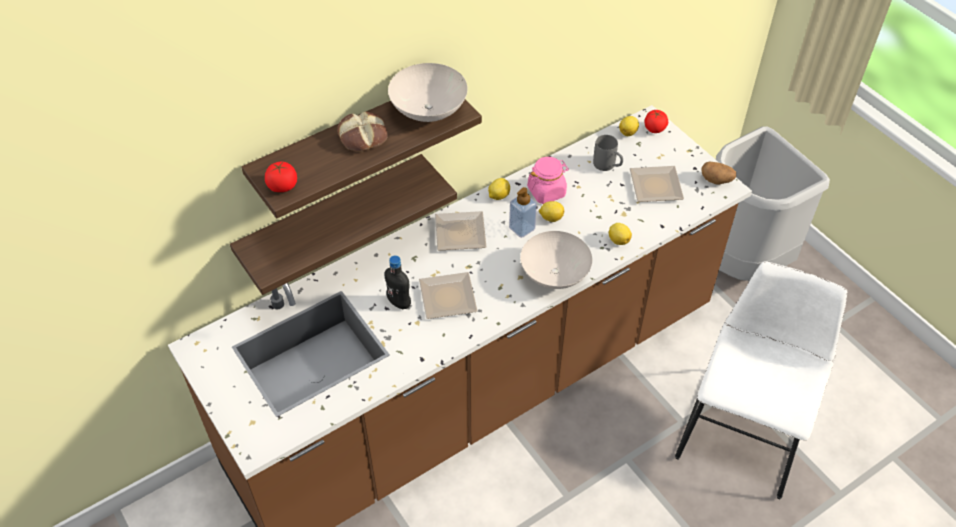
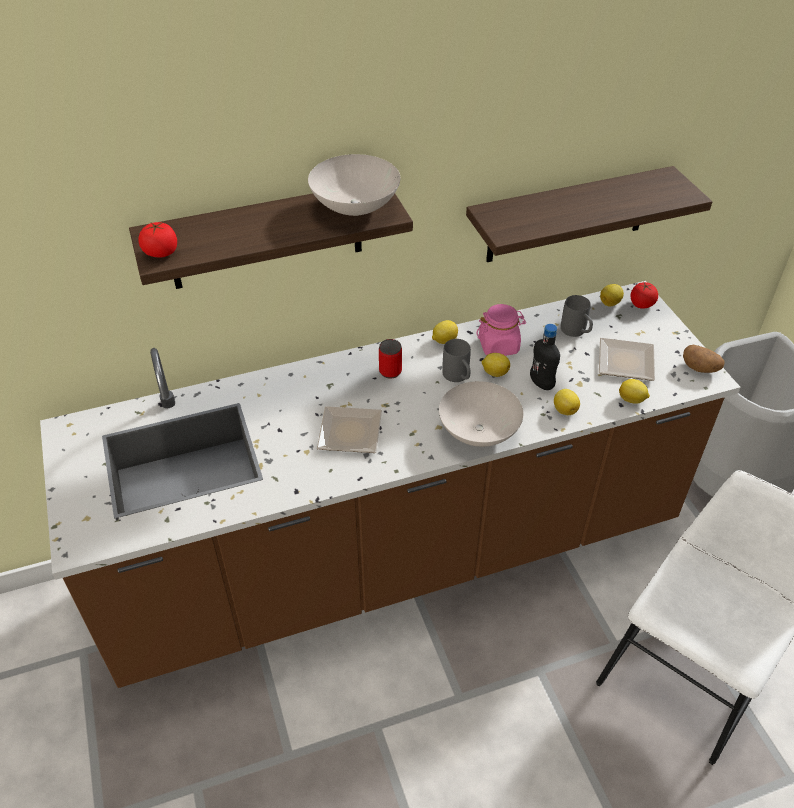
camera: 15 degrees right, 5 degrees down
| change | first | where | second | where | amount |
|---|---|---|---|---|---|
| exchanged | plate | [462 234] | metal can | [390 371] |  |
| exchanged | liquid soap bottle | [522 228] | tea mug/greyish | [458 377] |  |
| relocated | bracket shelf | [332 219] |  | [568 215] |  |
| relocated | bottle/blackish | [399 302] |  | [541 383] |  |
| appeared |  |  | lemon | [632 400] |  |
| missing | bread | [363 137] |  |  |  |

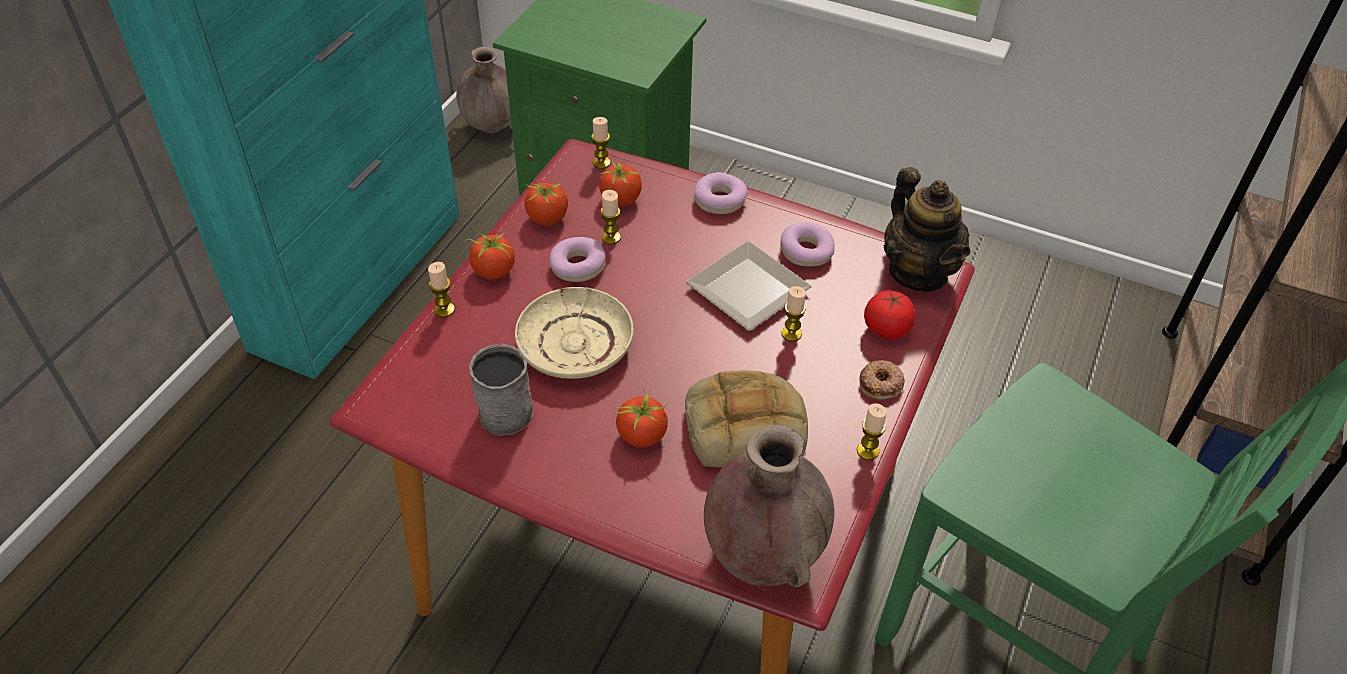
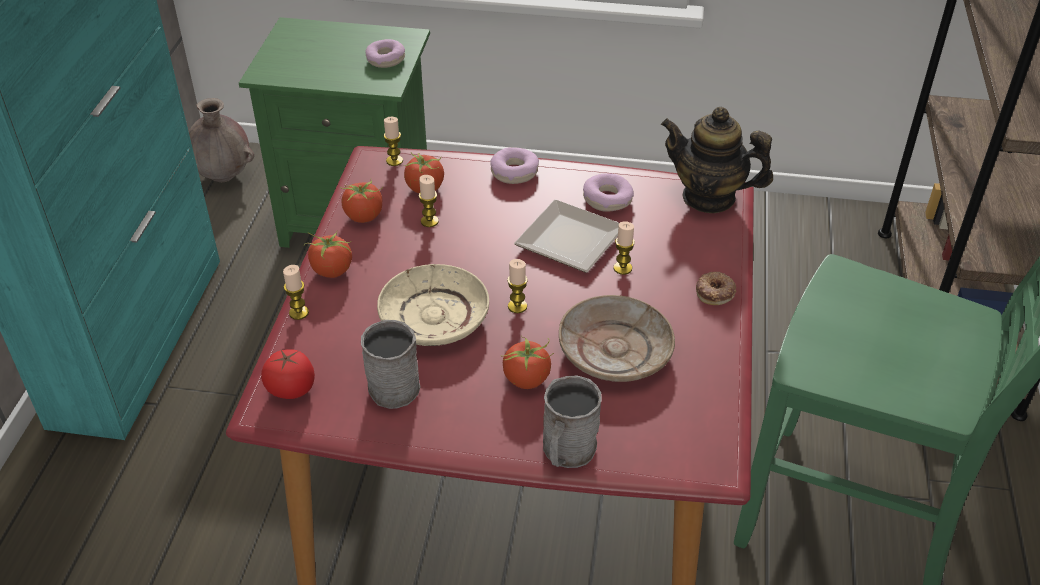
camera: 15 degrees left, 5 degrees down
| change | first | where | second | where | amount |
|---|---|---|---|---|---|
| relocated | tomato | [886 329] |  | [291 389] |  |
| relocated | donut | [577 266] |  | [385 59] |  |
| relocated | candle | [867 451] |  | [517 306] |  |
| appeared |  |  | tea mug/greyish | [566 452] |  |
| exchanged | bread | [746 425] | plate/beige-coloured | [615 350] |  |
| spun | teapot | [918 272] |  | [709 197] | 150 degrees clockwise |
| missing | vase/brown | [761 555] |  |  |  |

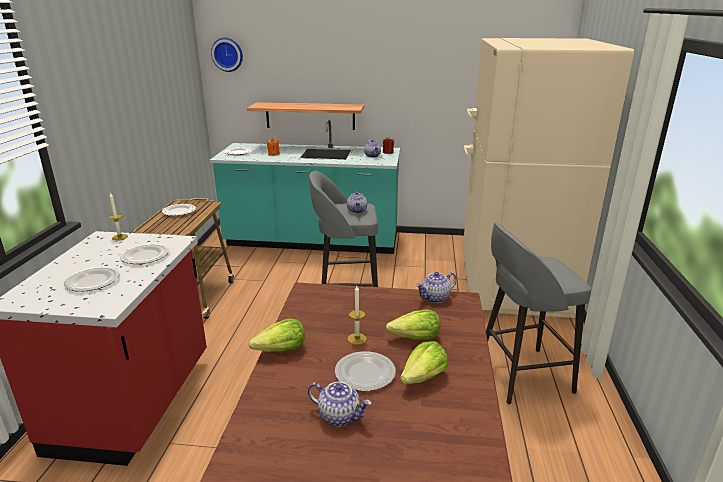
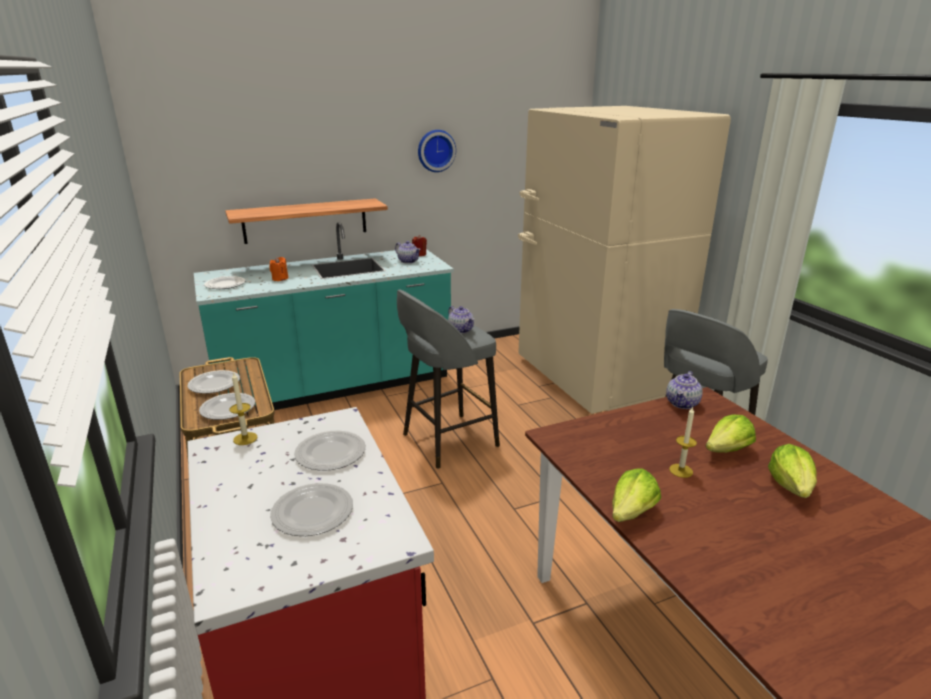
camera: 30 degrees left, 0 degrees up
| change | first | where | second | where | amount |
|---|---|---|---|---|---|
| relocated | plate | [366 373] |  | [228 408] |  |
| relocated | clock on the wall | [228 54] |  | [435 150] |  |
| missing | teapot | [340 416] |  |  |  |

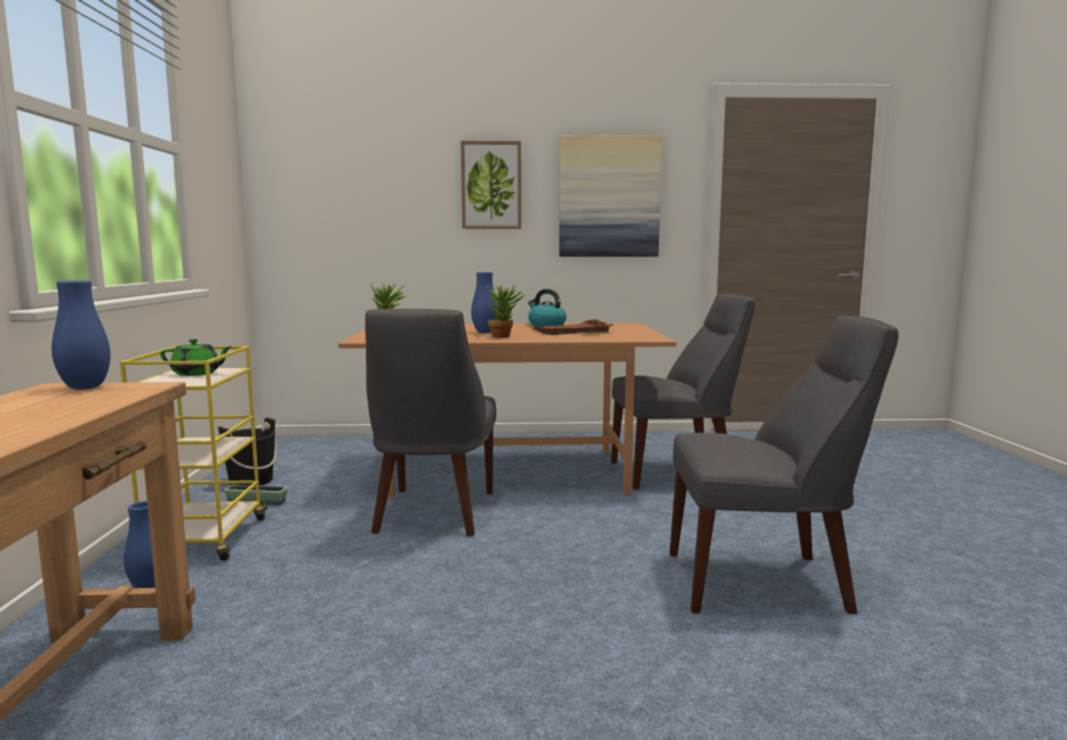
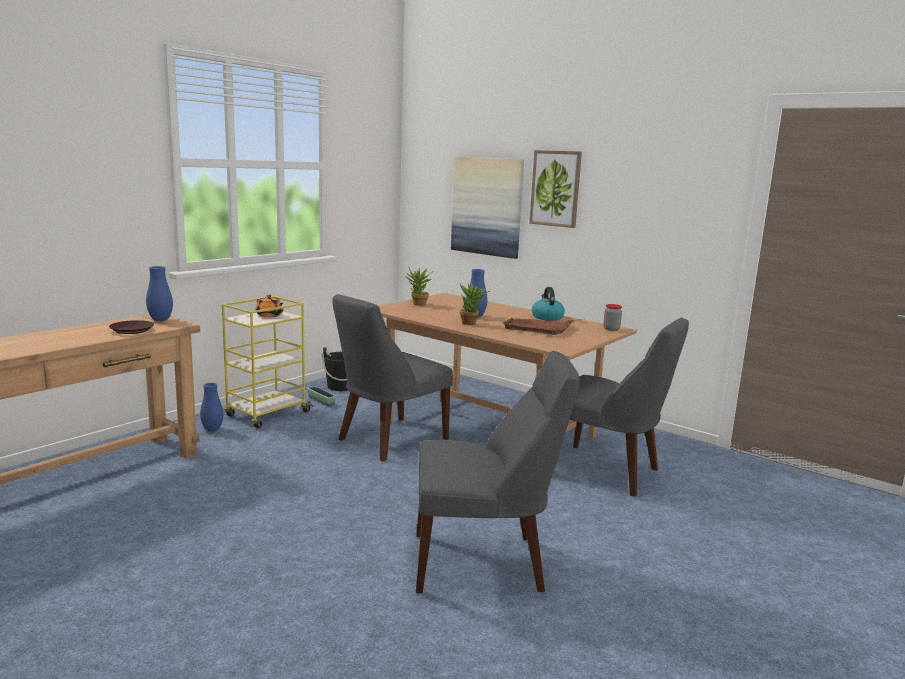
camera: 40 degrees right, 5 degrees up
| change | first | where | second | where | amount |
|---|---|---|---|---|---|
| appeared |  |  | plate/brown | [131 330] |  |
| colour | teapot/green-coloured | [197 373] | teapot/orangey | [269 315] |  |
| spun | upright chair/greyish | [765 582] |  | [484 562] | 45 degrees counterclockwise |
| relocated | wall picture | [609 197] |  | [487 206] |  |
| appeared |  |  | storage jar | [611 329] |  |

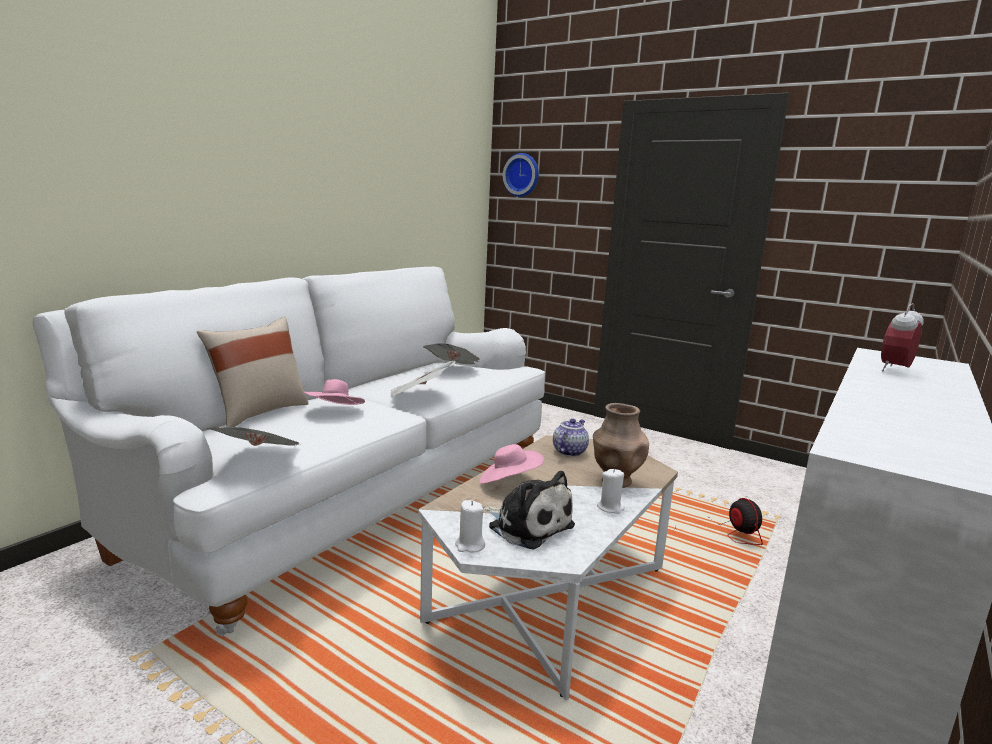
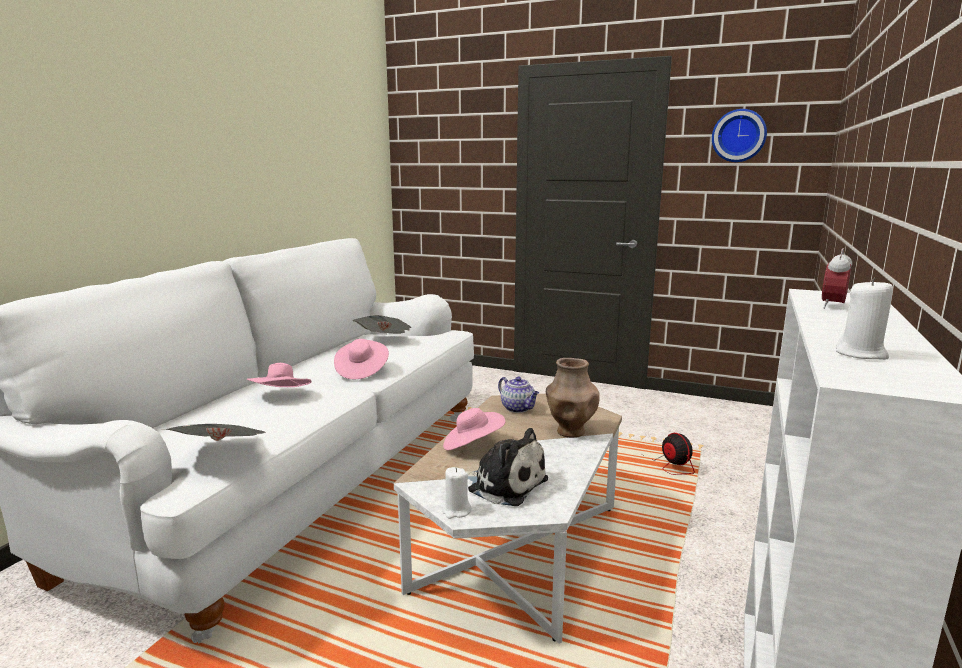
camera: 10 degrees left, 0 degrees up
| change | first | where | second | where | amount |
|---|---|---|---|---|---|
| exchanged | newspaper | [419 396] | wearable hat/pinkish | [361 371] |  |
| spun | teapot | [569 451] |  | [518 408] | 120 degrees clockwise |
| relocated | clock on the wall | [522 175] |  | [738 135] |  |
| relocated | candle/whitish | [610 508] |  | [861 354] |  |
| missing | cushion/beige-coloured | [259 412] |  |  |  |

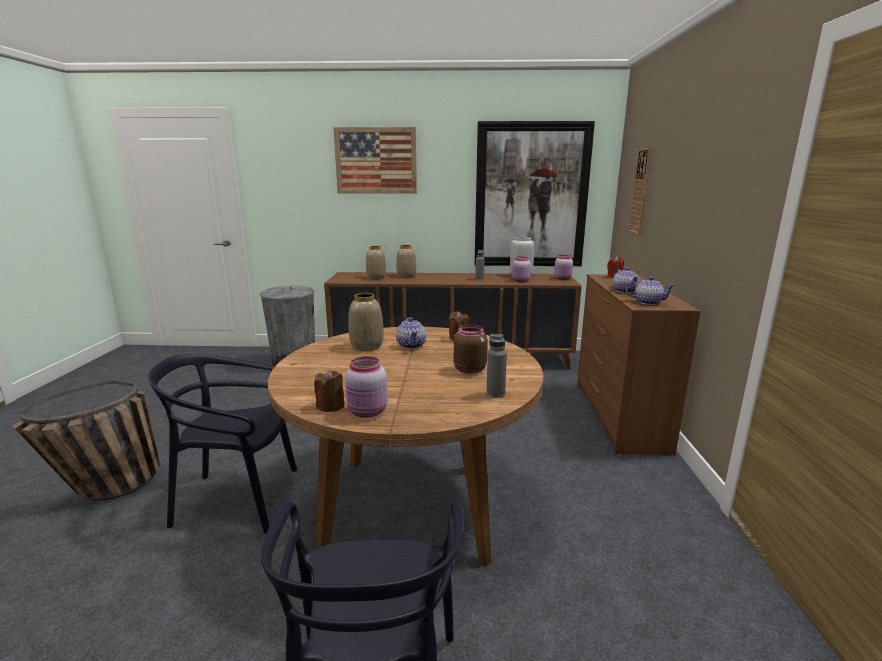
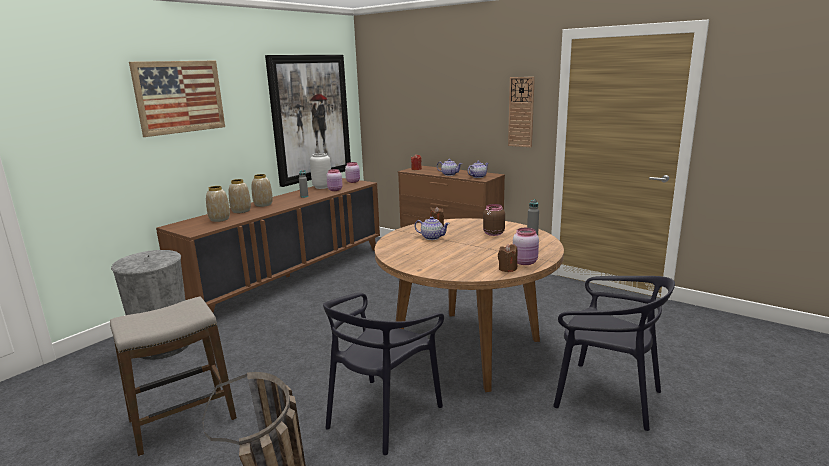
camera: 55 degrees left, 0 degrees up
| change | first | where | second | where | amount |
|---|---|---|---|---|---|
| appeared |  |  | stool | [182 420] |  |
| relocated | vase | [367 346] |  | [263 204] |  |
| relocated | clock on the wall | [640 191] |  | [521 112] |  |

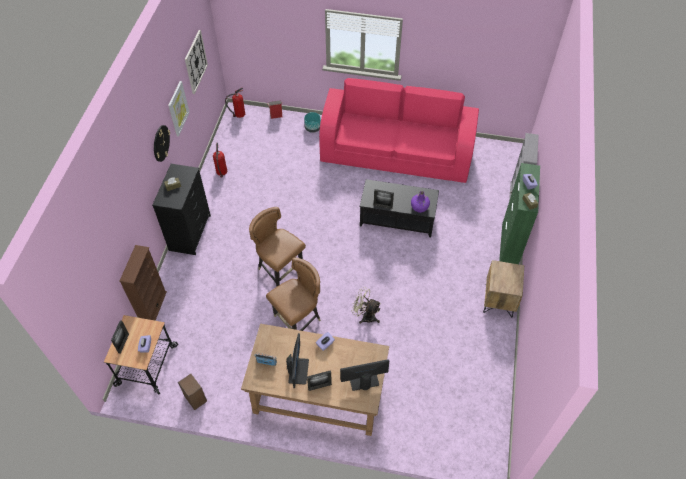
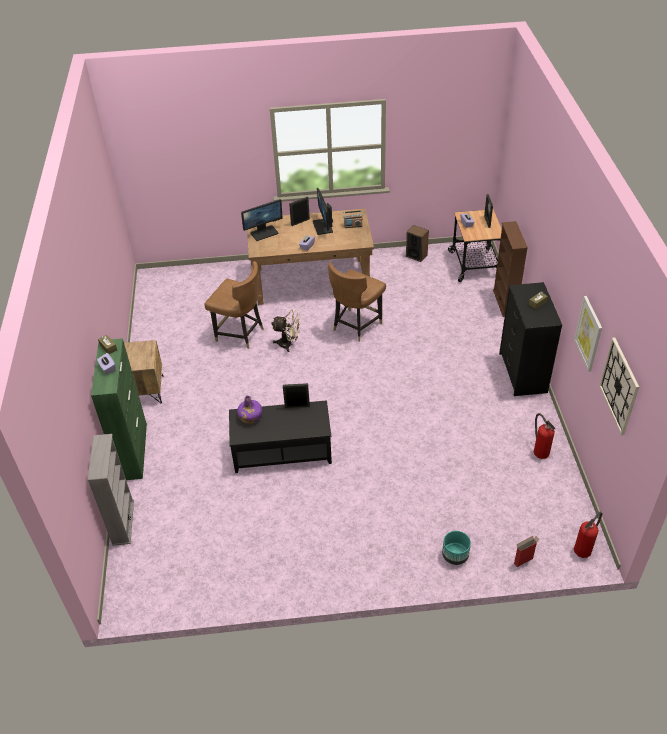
camera: 165 degrees right, 10 degrees down
| change | first | where | second | where | amount |
|---|---|---|---|---|---|
| relocated | upright chair/brown | [280 269] |  | [240 334] |  |
| missing | clock on the wall | [161 143] |  |  |  |
| missing | sofa/pinkish | [396 154] |  |  |  |

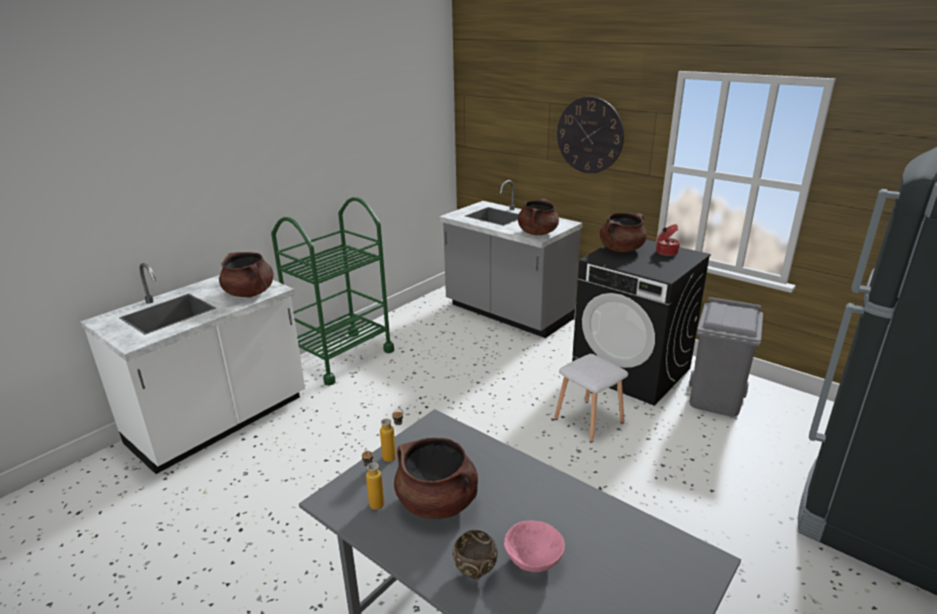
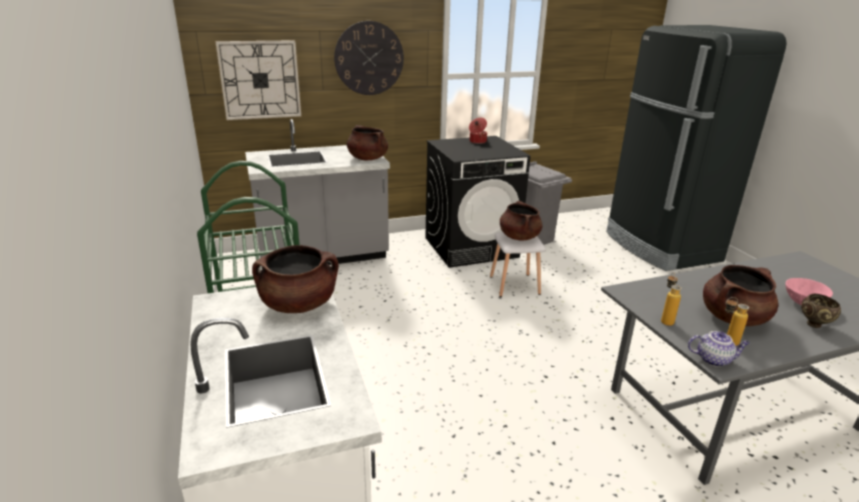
camera: 60 degrees left, 0 degrees up
| change | first | where | second | where | amount |
|---|---|---|---|---|---|
| appeared |  |  | clock on the wall | [260 80] |  |
| relocated | stockpot/brown | [621 249] |  | [519 237] |  |
| appeared |  |  | teapot | [714 359] |  |

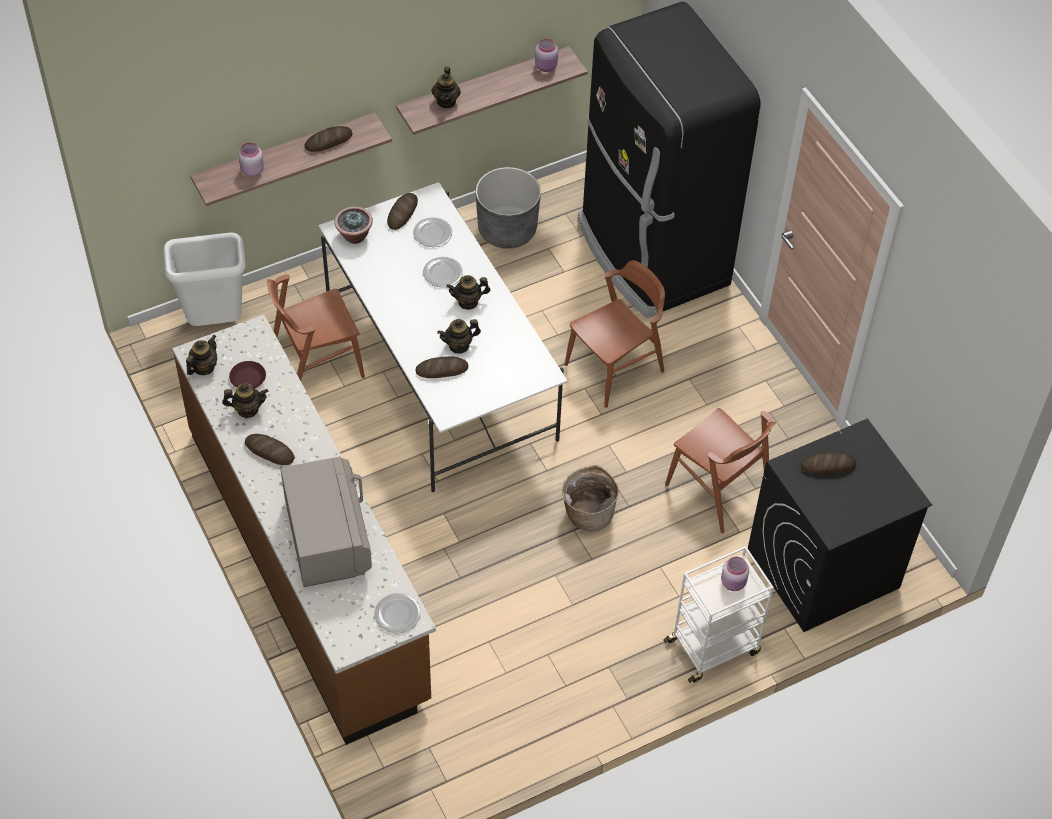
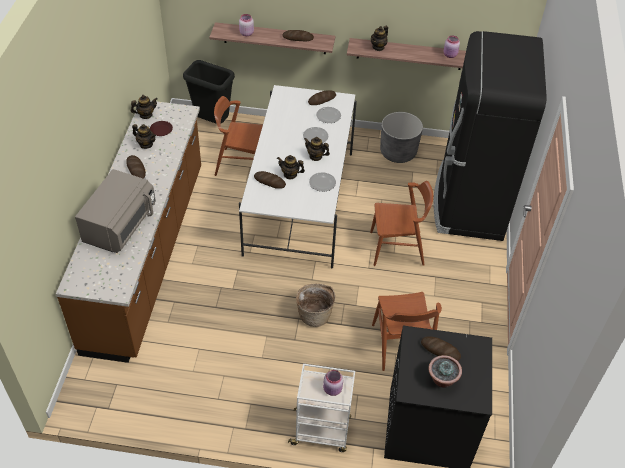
camera: 35 degrees right, 5 degrees down
| change | first | where | second | where | amount |
|---|---|---|---|---|---|
| colour | waste bin/whitish | [216 321] | waste bin/blackish | [213 122] |  |
| relocated | plate | [397 614] |  | [322 183] |  |
| relocated | houseplant | [354 236] |  | [442 380] |  |

